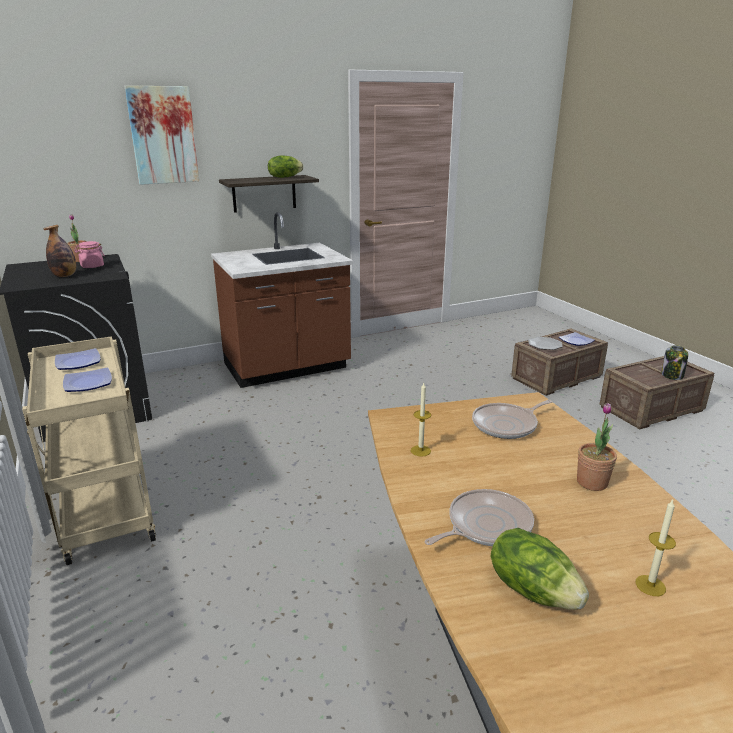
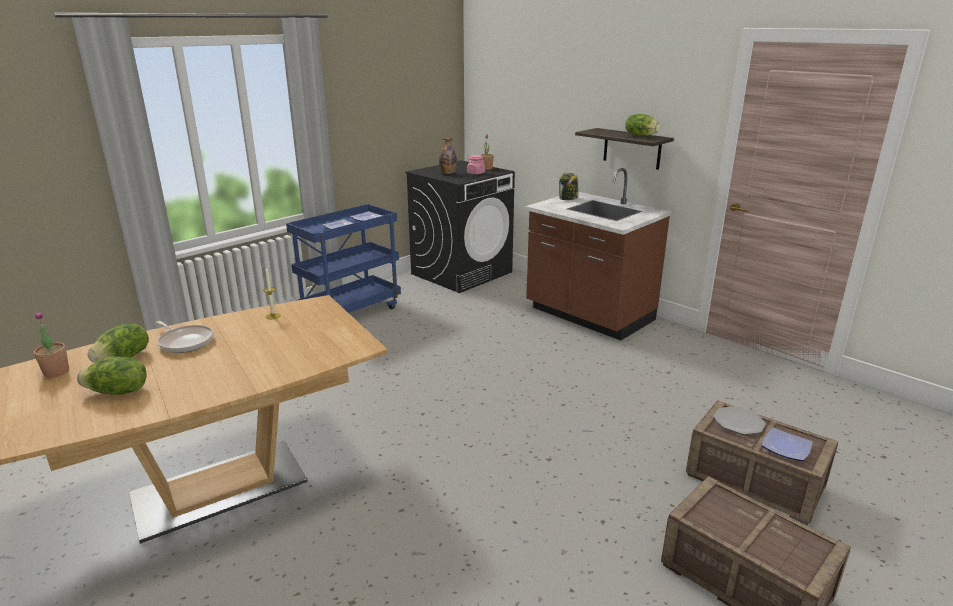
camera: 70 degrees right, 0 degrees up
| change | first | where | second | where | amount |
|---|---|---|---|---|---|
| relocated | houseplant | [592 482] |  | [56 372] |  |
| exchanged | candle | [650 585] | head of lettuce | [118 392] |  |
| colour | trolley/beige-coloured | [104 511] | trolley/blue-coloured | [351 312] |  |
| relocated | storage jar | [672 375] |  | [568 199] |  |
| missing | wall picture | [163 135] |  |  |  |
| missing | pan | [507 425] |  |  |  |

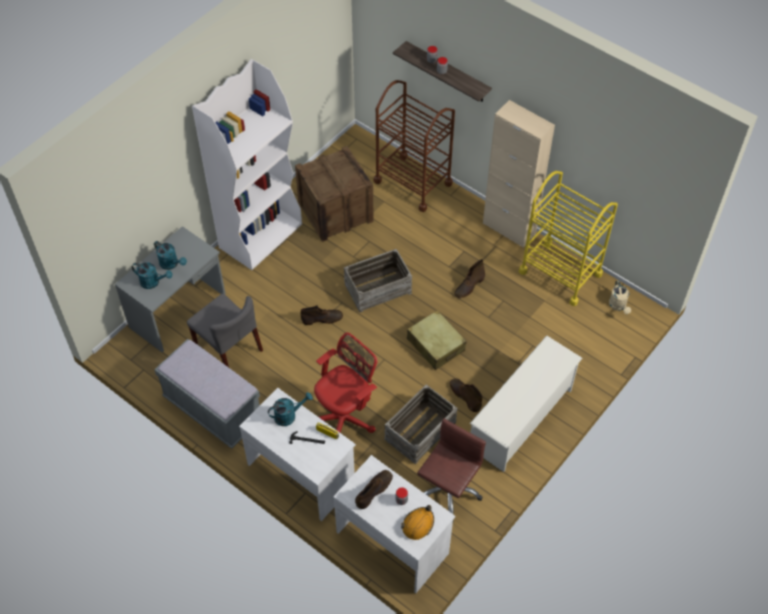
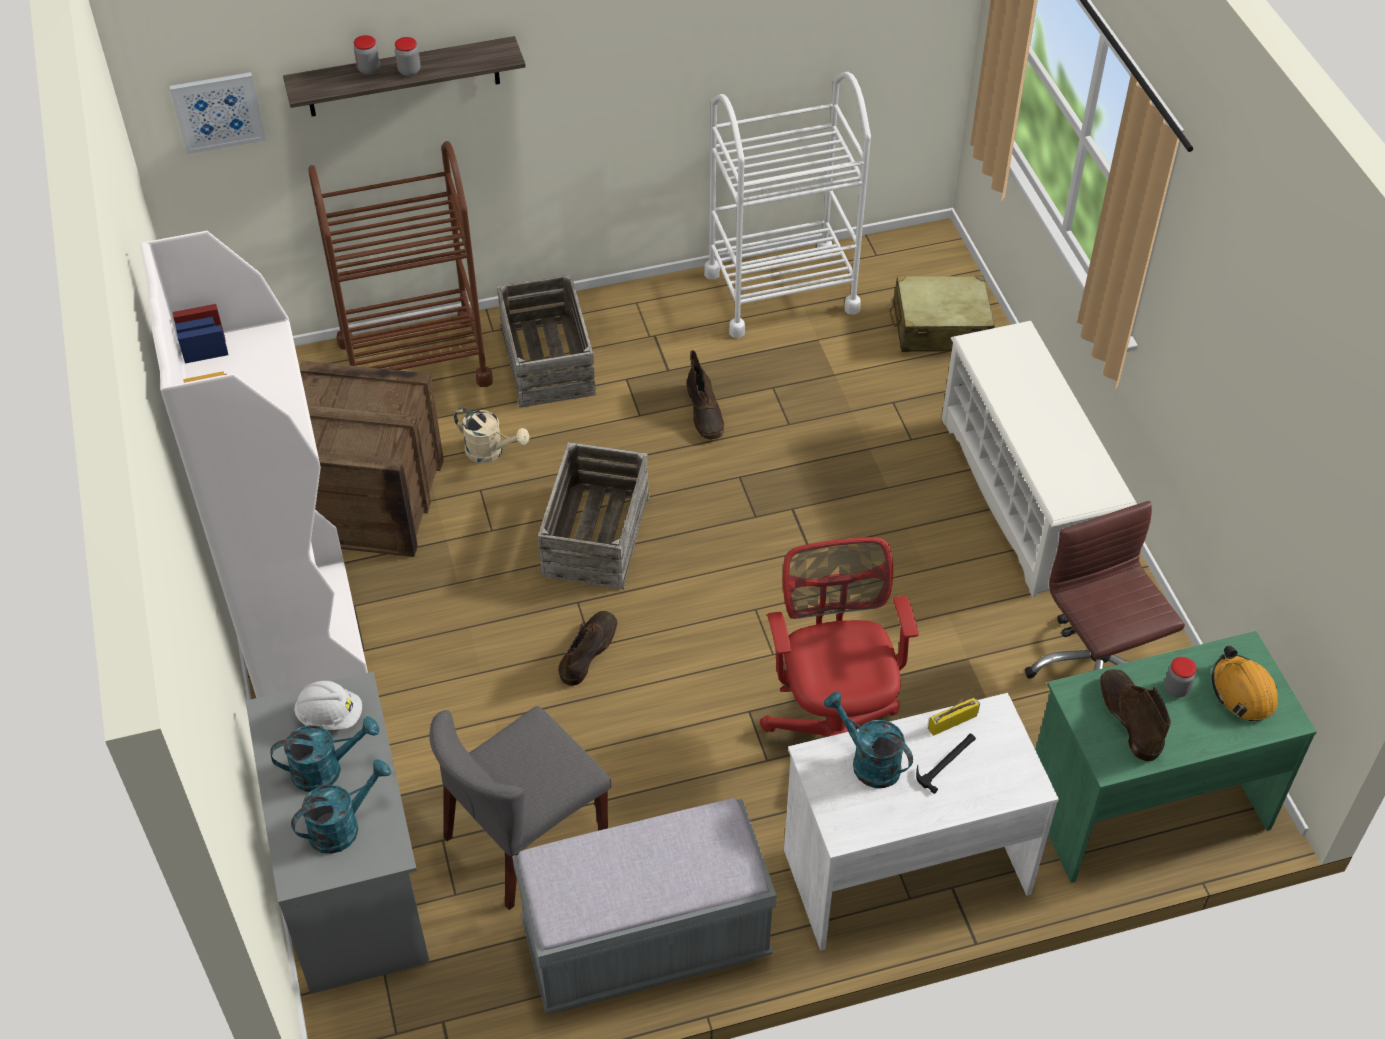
camera: 55 degrees left, 5 degrees down
| change | first | where | second | where | amount |
|---|---|---|---|---|---|
| appeared |  |  | wall picture | [218 111] |  |
| appeared |  |  | safety helmet/whitish | [330 716] |  |
| spun | upright chair/greyish | [229 349] |  | [525 838] | 150 degrees clockwise |
| relocated | watering can/beige-coloured | [618 306] |  | [491 452] |  |
| relocated | packing crate | [420 432] |  | [548 360] |  |
| colour | trolley/yellowish | [560 273] | trolley/whitish | [781 291] |  |
| spun | watering can/blue-green | [289 415] |  | [868 761] | 60 degrees counterclockwise |
| relocated | piece of luggage/beige-coloured | [435 345] |  | [940 327] |  |
| colour | desk/whitish | [393 541] | desk/green-coloured | [1145 806] |  |
| missing | tall boot/brown | [464 396] |  |  |  |
| missing | storage cabinet/beige-coloured | [509 229] |  |  |  |

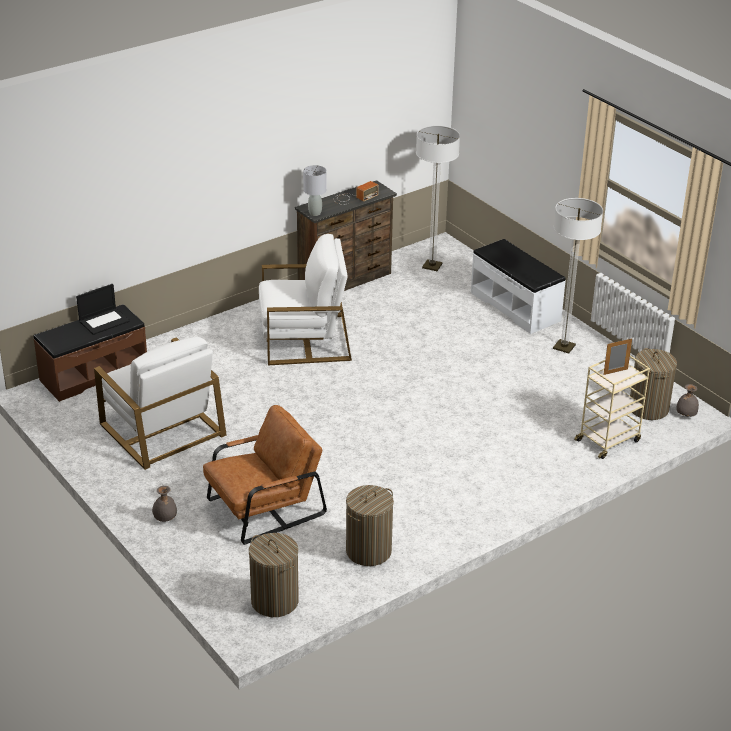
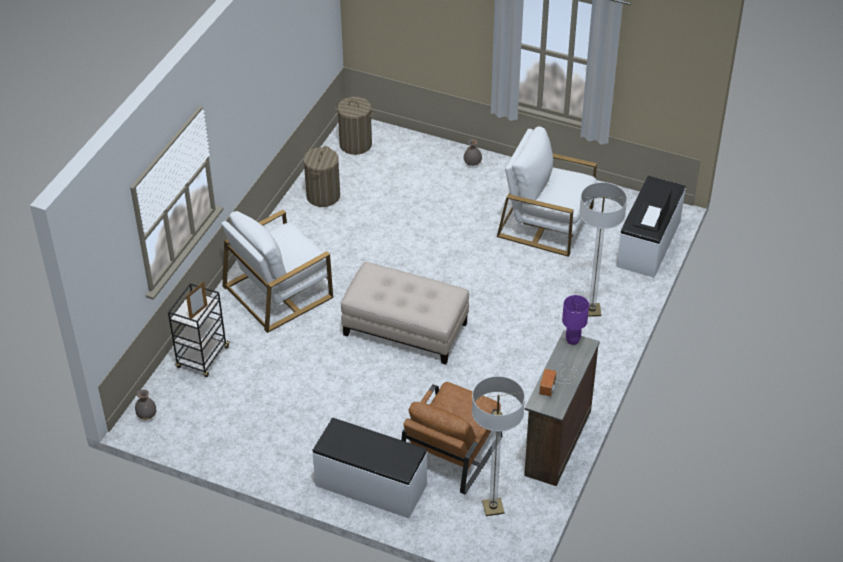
camera: 150 degrees right, 10 degrees up
| change | first | where | second | where | amount |
|---|---|---|---|---|---|
| colour | trolley/beige-coloured | [608 440] | trolley/blackish | [202 358] |  |
| relocated | easy chair/whitish | [304 339] |  | [278 290] |  |
| appeared |  |  | pouffe/beige-coloured | [405 329] |  |
| relocated | easy chair/brown | [264 507] |  | [451 450] |  |
| colour | tabletop lamp/greyish | [315 213] | tabletop lamp/purplish | [573 340] |  |
| relocated | standard lamp | [564 347] |  | [592 310] |  |
| colour | long seat/brown | [93 374] | long seat/whitish | [649 244] |  |
| missing | hamper | [648 408] |  |  |  |

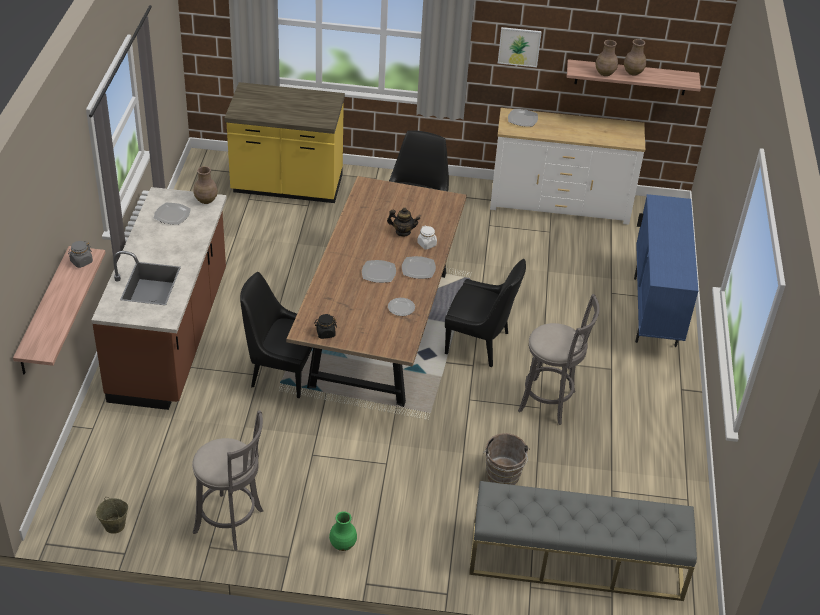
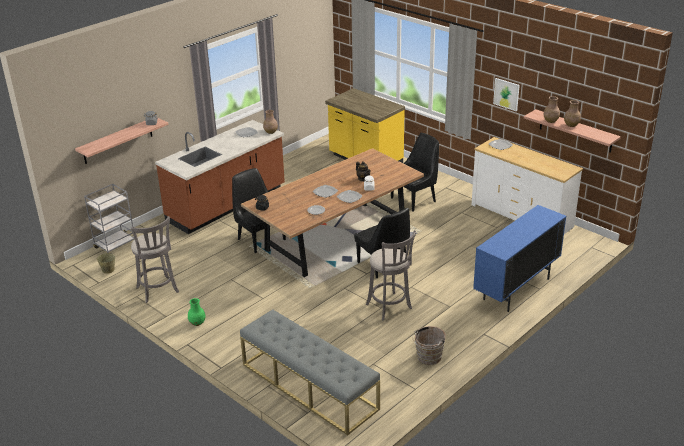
camera: 40 degrees right, 10 degrees down
| change | first | where | second | where | amount |
|---|---|---|---|---|---|
| appeared |  |  | trolley/greyish | [116 246] |  |
| relocated | pail/brown | [503 477] |  | [428 358] |  |

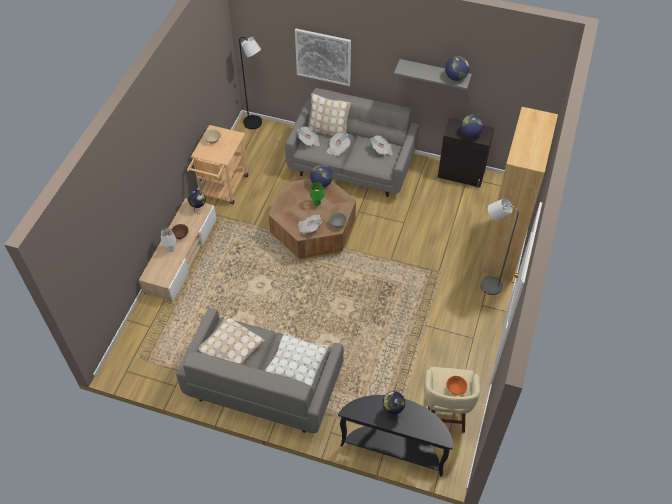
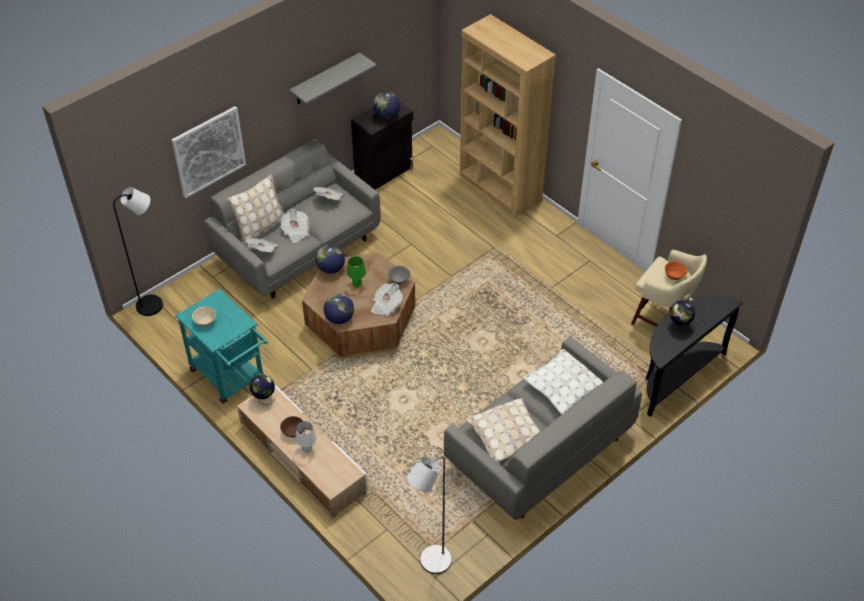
camera: 60 degrees left, 5 degrees down
| change | first | where | second | where | amount |
|---|---|---|---|---|---|
| colour | trolley/beige-coloured | [222 189] | trolley/blue-green | [231 377] |  |
| relocated | world globe | [455 77] |  | [339 319] |  |
| relocated | standard lamp/greyish | [486 284] |  | [431 563] |  |

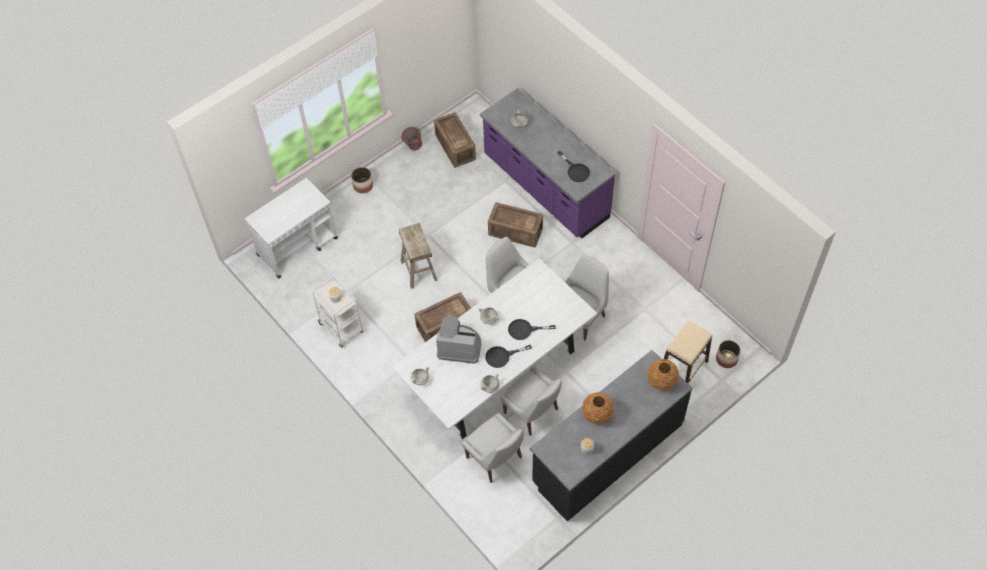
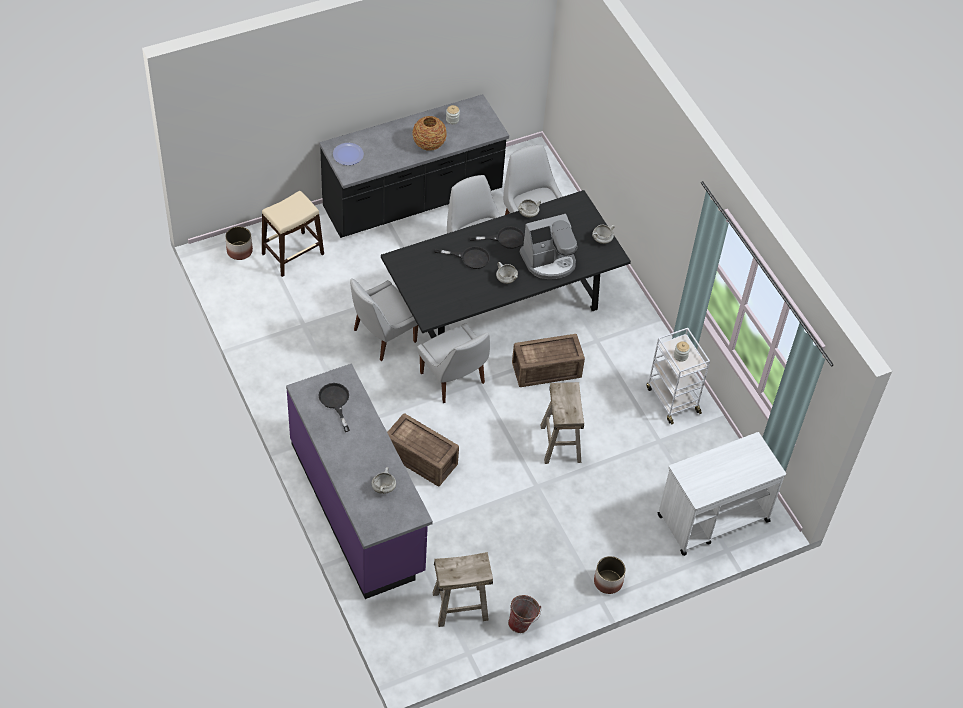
camera: 170 degrees left, 5 degrees down
| change | first | where | second | where | amount |
|---|---|---|---|---|---|
| exchanged | vase | [661 381] | plate | [348 154] |  |
| colour | dining table/whitish | [497 371] | dining table/blackish | [501 306] |  |
| exchanged | packing crate | [455 146] | stool/beige-coloured | [460 606] |  |
| spun | coffee machine | [459 346] |  | [549 261] | 45 degrees counterclockwise |

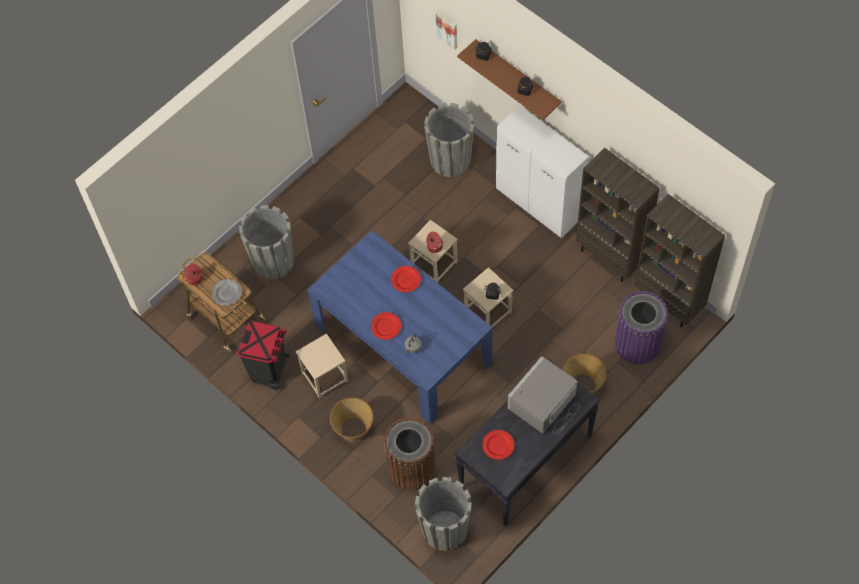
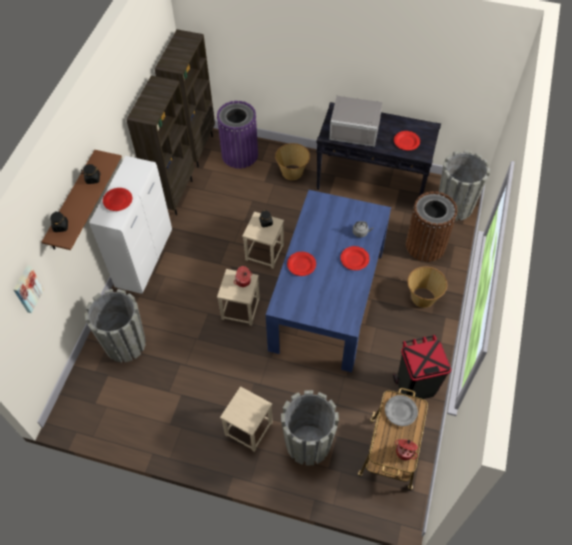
camera: 120 degrees left, 5 degrees down
| change | first | where | second | where | amount |
|---|---|---|---|---|---|
| appeared |  |  | plate/red-coloured | [118 200] |  |
| relocated | stool/beige-coloured | [324 376] |  | [249 429] |  |

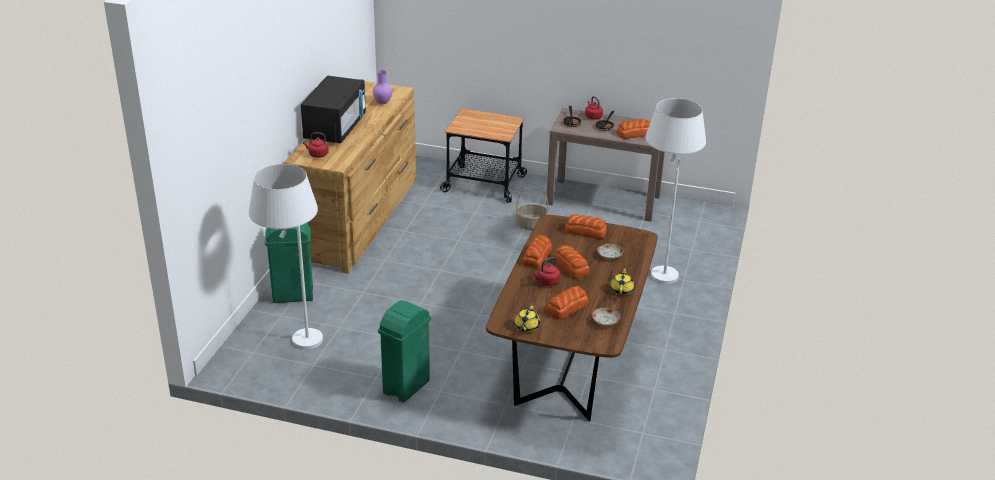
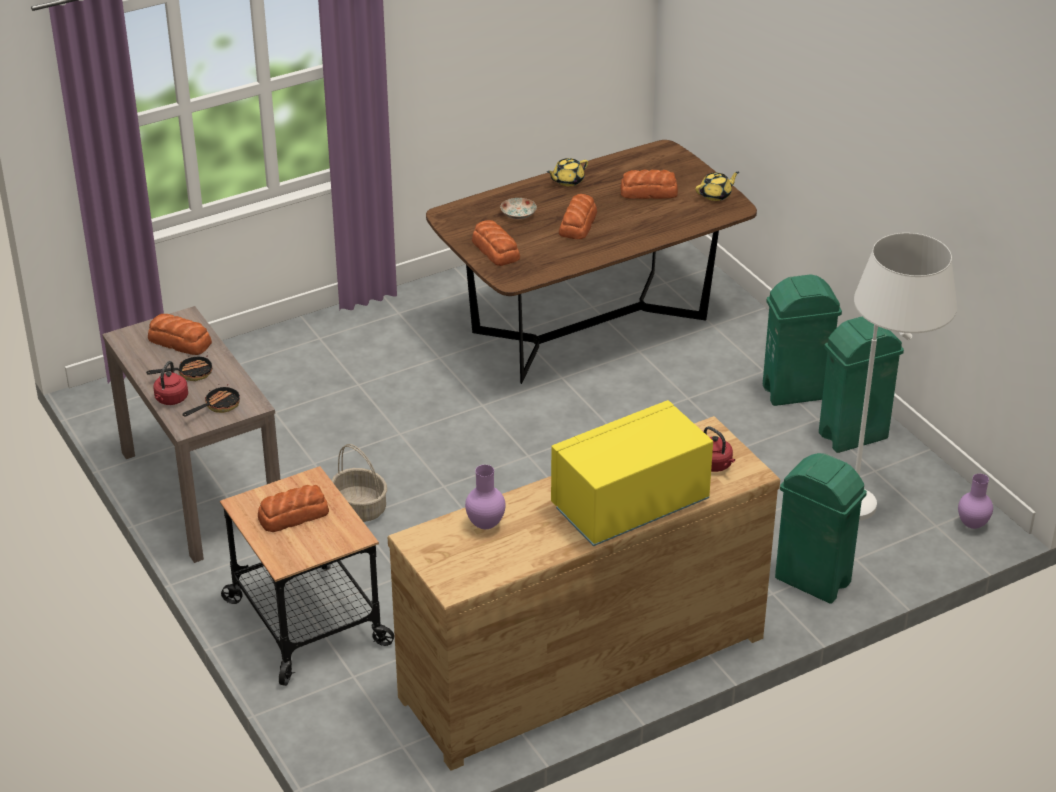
camera: 135 degrees left, 5 degrees up
| change | first | where | second | where | amount |
|---|---|---|---|---|---|
| relocated | bread | [537 256] |  | [292 515] |  |
| colour | microwave oven/blackish | [335 129] | microwave oven/yellowish | [629 505] |  |
| appeared |  |  | waste bin/green-coloured | [852 436] |  |
| appeared |  |  | vase/purplish | [973 524] |  |
| missing | water kettle/red-coloured | [547 282] |  |  |  |
| missing | plate | [605 321] |  |  |  |
| missing | standard lamp/whitish | [660 267] |  |  |  |

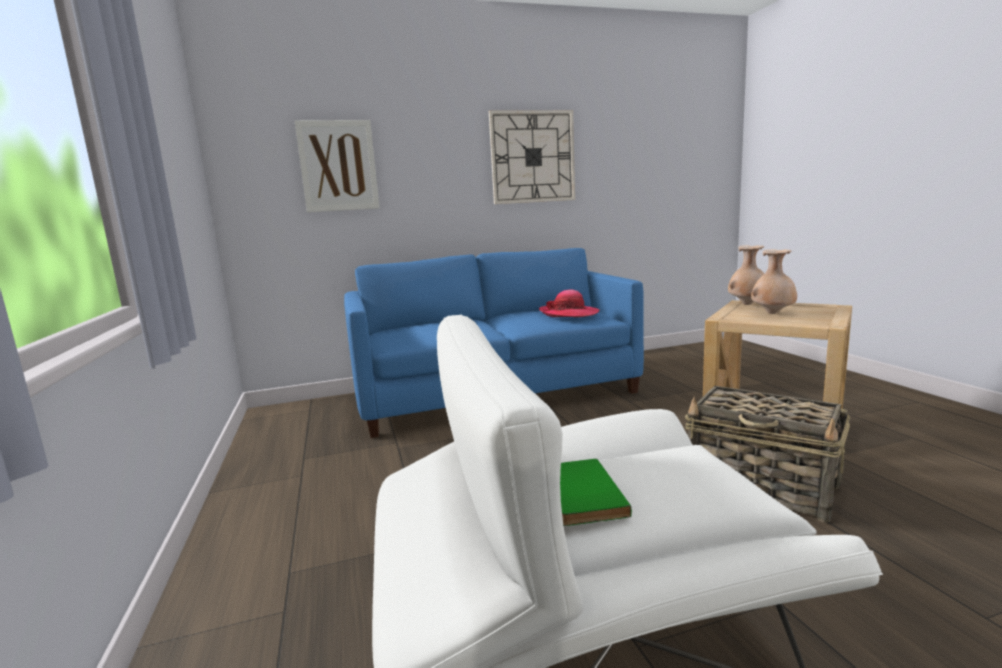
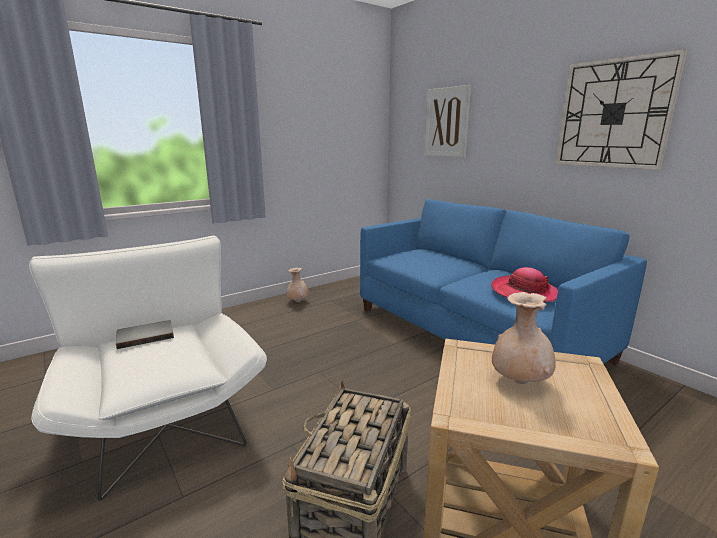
camera: 70 degrees right, 5 degrees up
| change | first | where | second | where | amount |
|---|---|---|---|---|---|
| colour | book/green-coloured | [578 495] | book/greyish | [145 335] |  |
| relocated | vase/beige-coloured | [747 304] |  | [297 301] |  |

